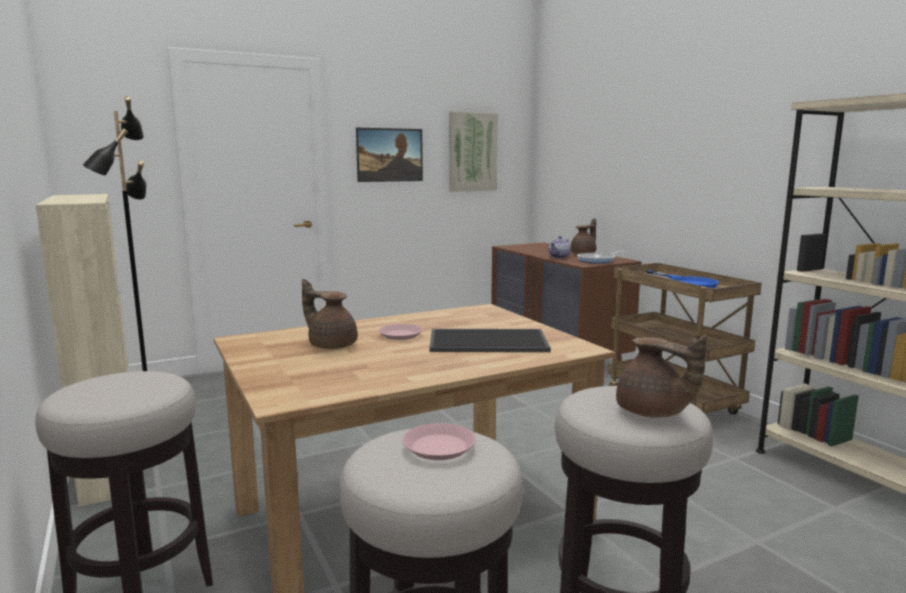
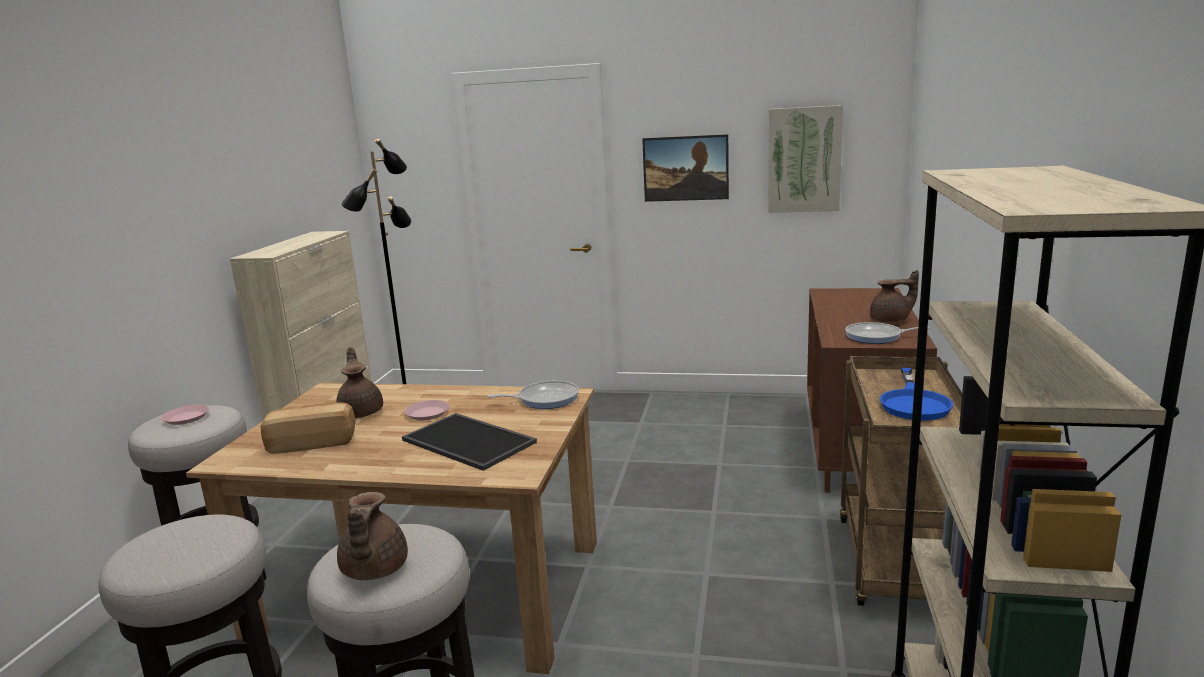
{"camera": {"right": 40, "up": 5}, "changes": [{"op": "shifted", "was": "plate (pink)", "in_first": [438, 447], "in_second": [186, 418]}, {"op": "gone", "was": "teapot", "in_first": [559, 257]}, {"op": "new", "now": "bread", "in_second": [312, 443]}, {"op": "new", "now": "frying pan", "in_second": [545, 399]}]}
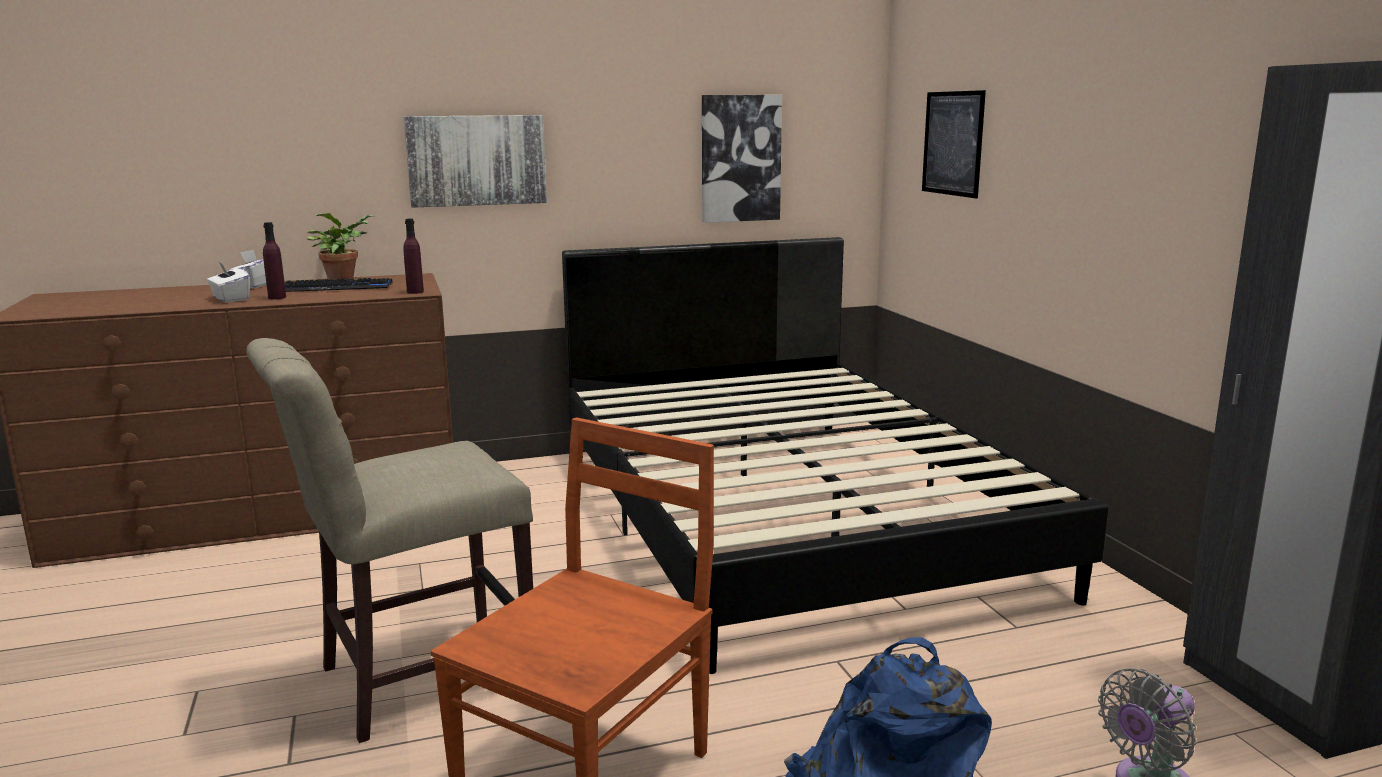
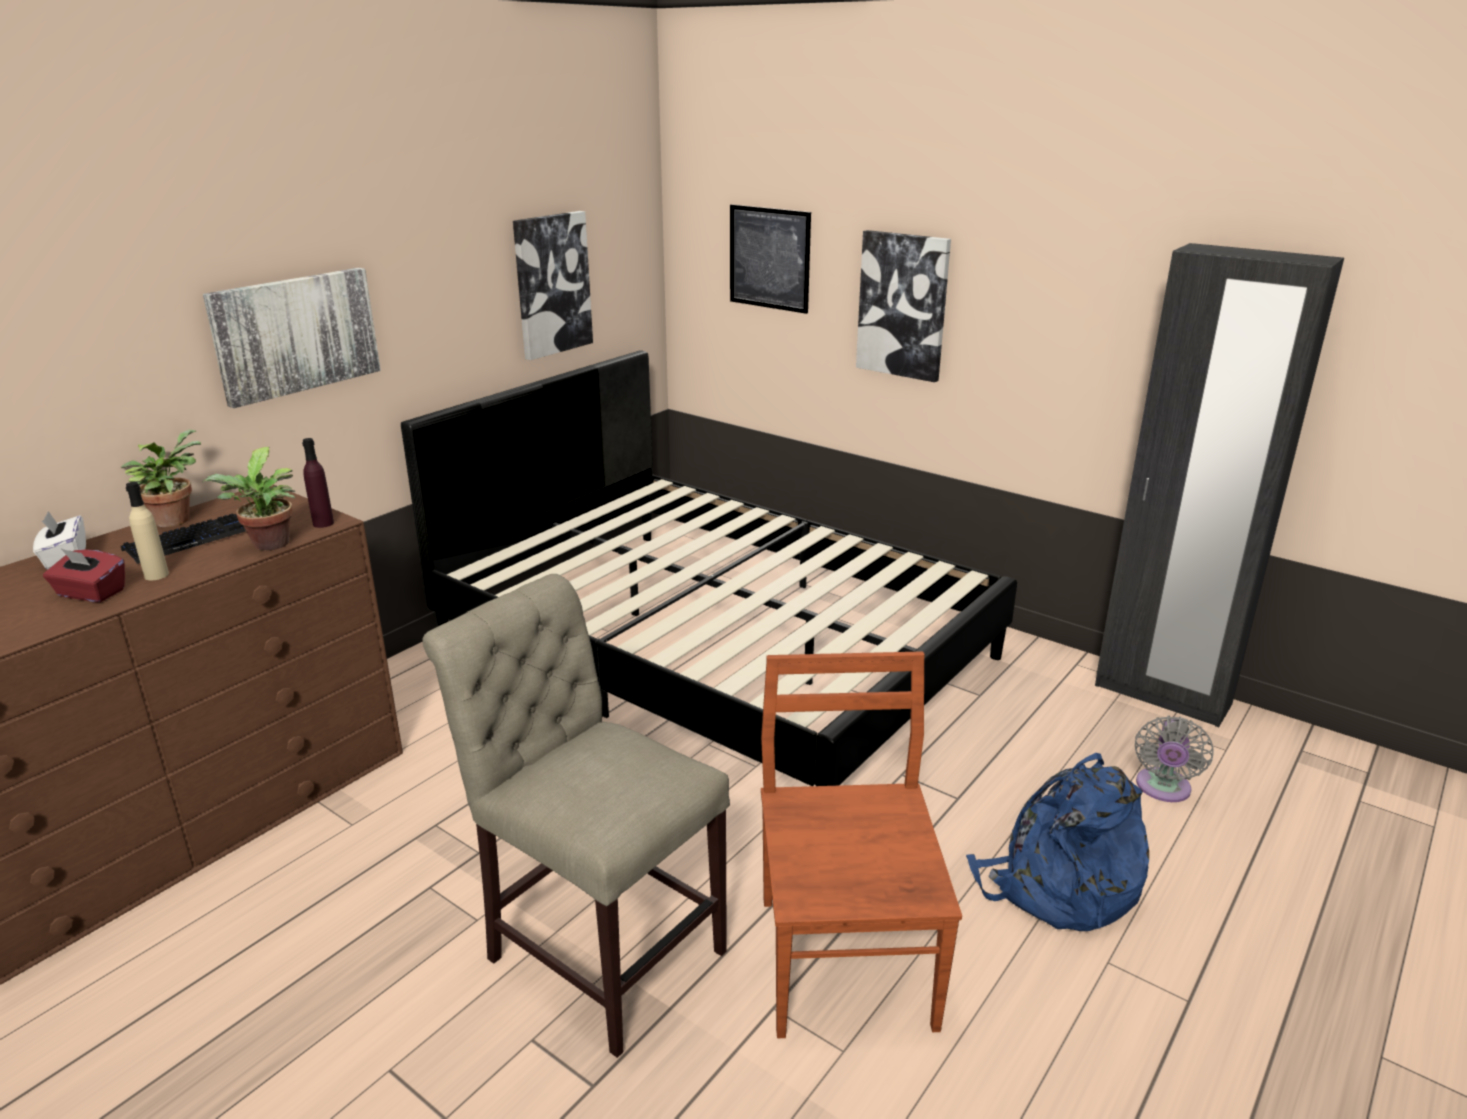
{"camera": {"right": -35, "up": 10}, "changes": [{"op": "repainted", "was": "tissue box (white)", "now": "tissue box (red)", "in_first": [230, 299], "in_second": [91, 593]}, {"op": "rotated", "was": "chair (beige)", "in_first": [414, 679], "in_second": [598, 947], "clockwise": 105}, {"op": "repainted", "was": "bottle (purple)", "now": "bottle (beige)", "in_first": [277, 297], "in_second": [156, 575]}, {"op": "new", "now": "potted plant", "in_second": [268, 546]}, {"op": "new", "now": "picture", "in_second": [903, 305]}]}
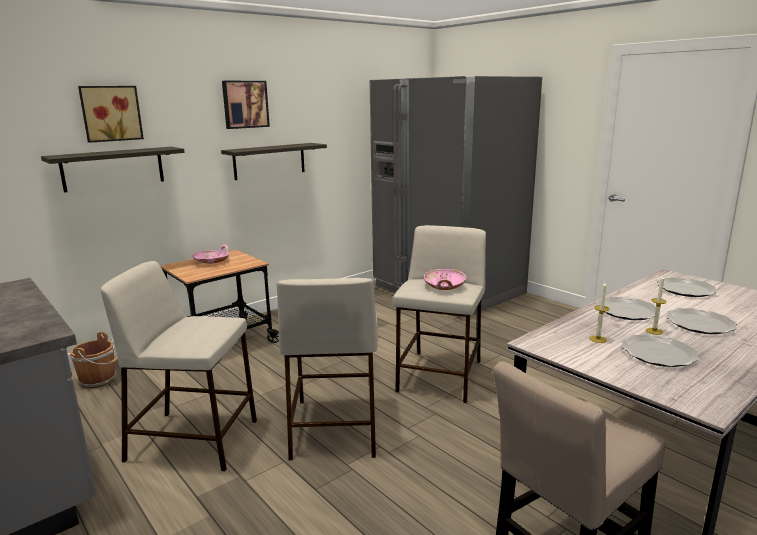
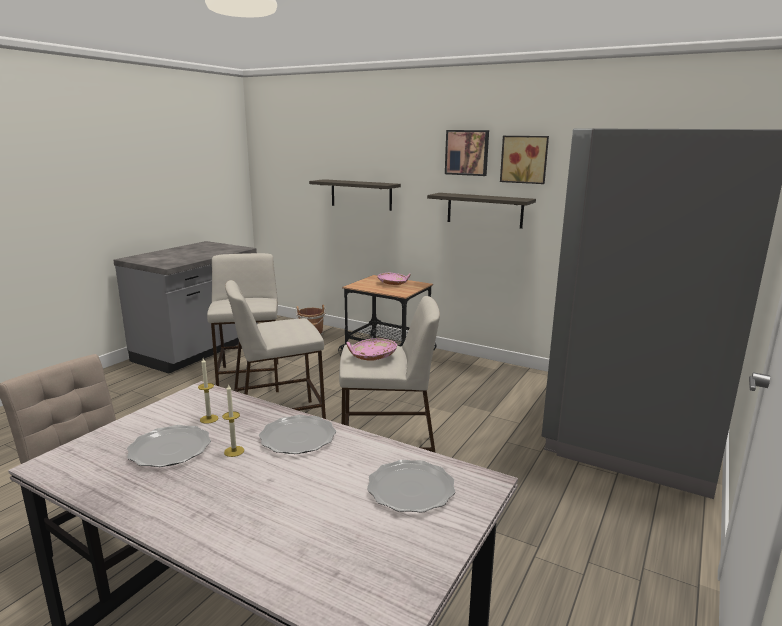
{"camera": {"right": 70, "up": 0}, "changes": [{"op": "shifted", "was": "picture", "in_first": [111, 113], "in_second": [524, 159]}, {"op": "gone", "was": "plate", "in_first": [700, 324]}]}
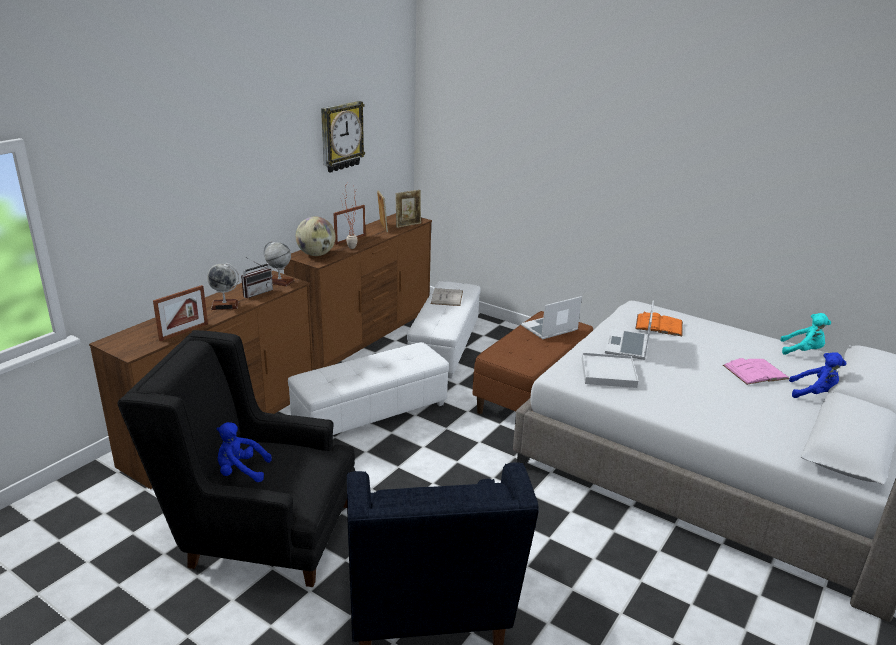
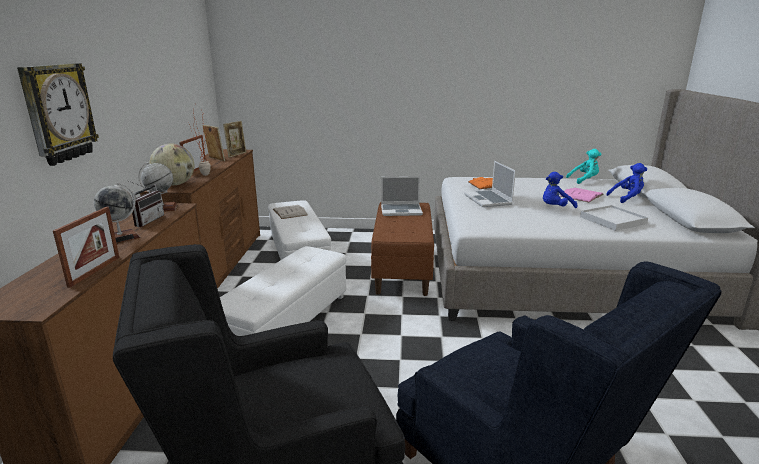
{"camera": {"right": -30, "up": -5}, "changes": [{"op": "shifted", "was": "plush toy (blue)", "in_first": [241, 471], "in_second": [555, 208]}, {"op": "shifted", "was": "wall clock", "in_first": [341, 136], "in_second": [58, 113]}, {"op": "rotated", "was": "laptop", "in_first": [549, 328], "in_second": [401, 210], "clockwise": -120}, {"op": "shifted", "was": "tray (white)", "in_first": [608, 373], "in_second": [612, 220]}]}
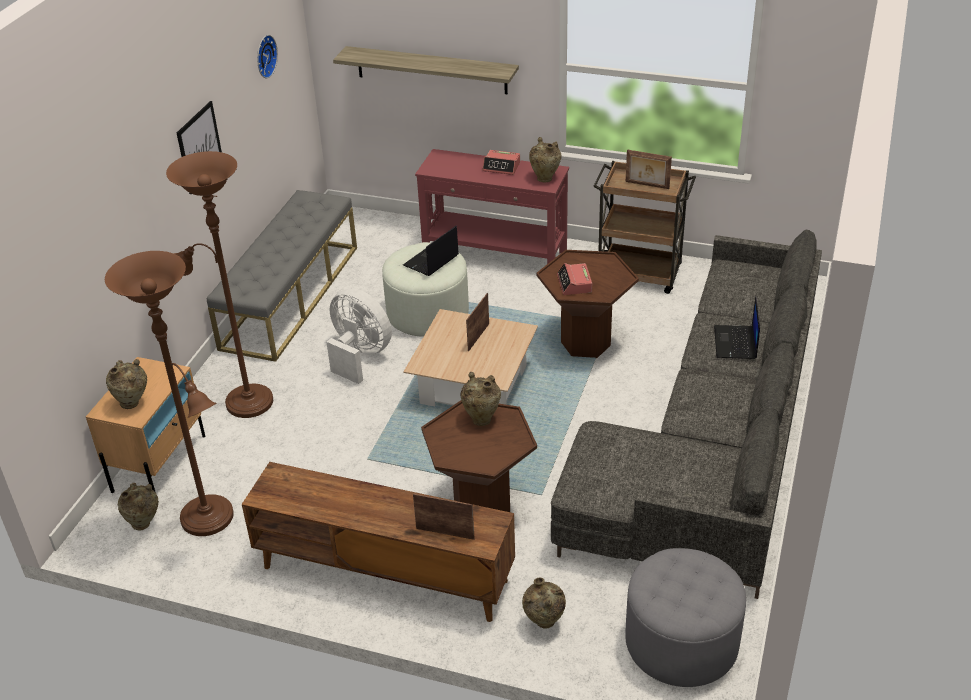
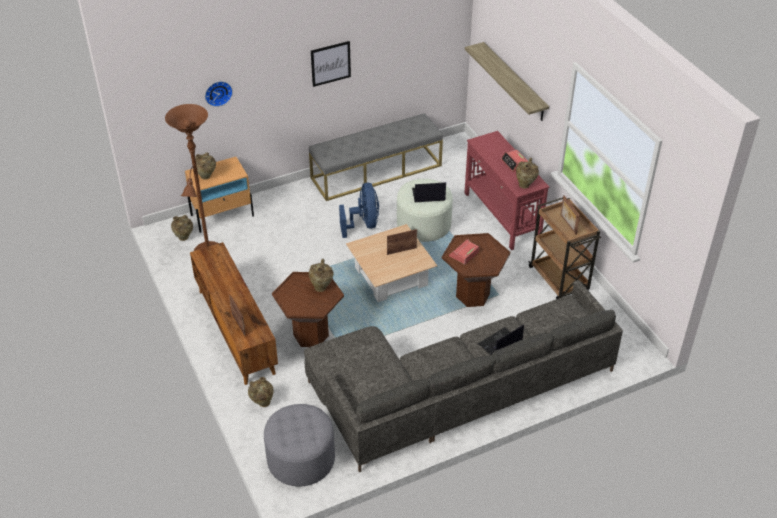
{"camera": {"right": 45, "up": 5}, "changes": [{"op": "gone", "was": "floor lamp (brown)", "in_first": [243, 401]}, {"op": "shifted", "was": "wall clock", "in_first": [264, 56], "in_second": [218, 92]}, {"op": "repainted", "was": "fan (white)", "now": "fan (blue)", "in_first": [359, 355], "in_second": [363, 224]}]}
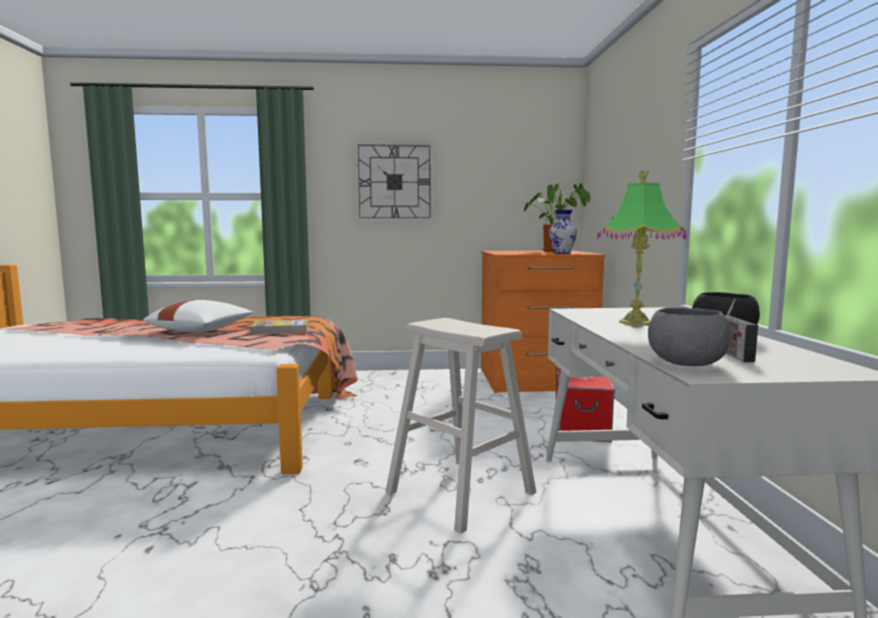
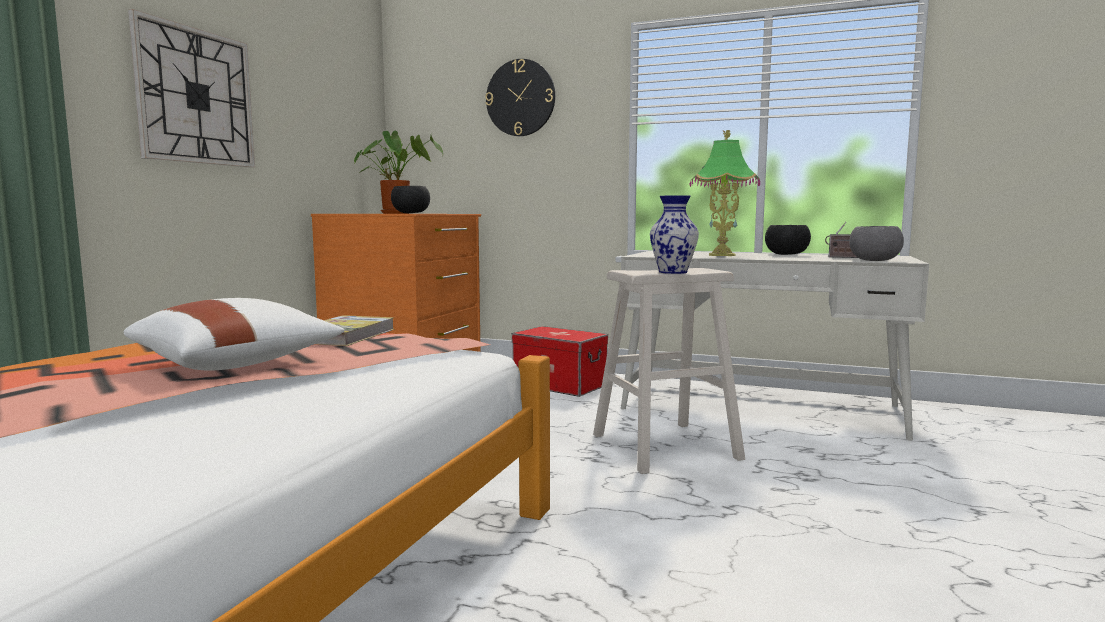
{"camera": {"right": -65, "up": 0}, "changes": [{"op": "shifted", "was": "vase", "in_first": [562, 253], "in_second": [673, 272]}, {"op": "new", "now": "bowl (black)", "in_second": [411, 213]}, {"op": "new", "now": "wall clock", "in_second": [520, 98]}]}
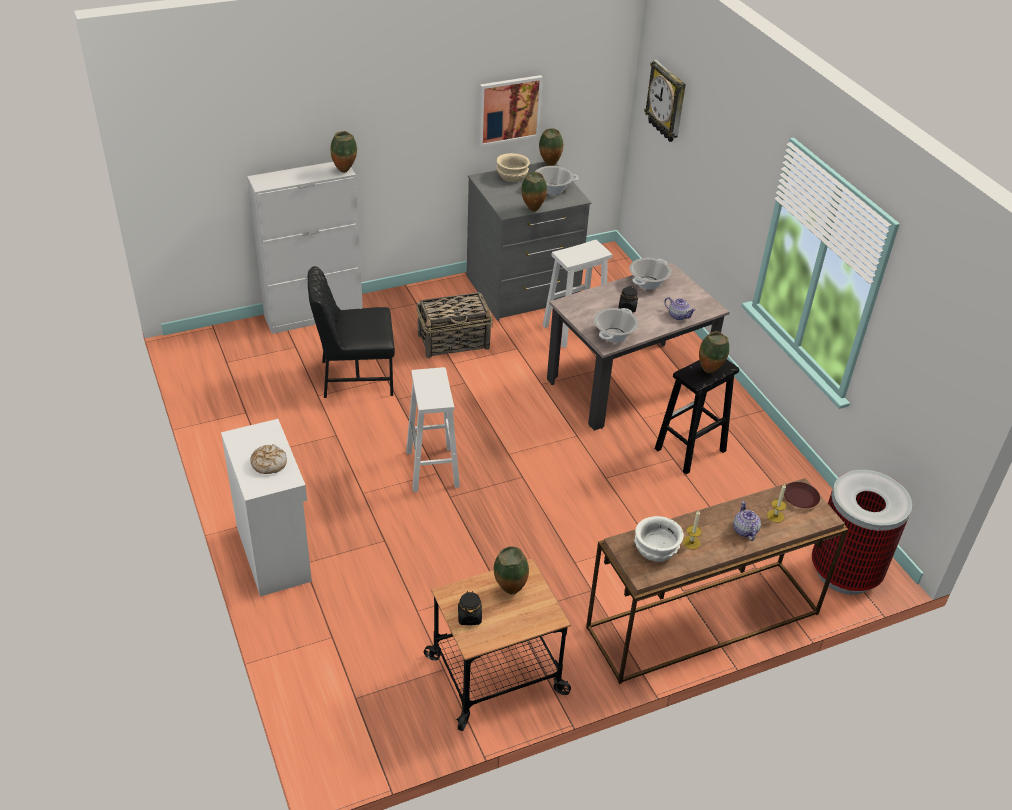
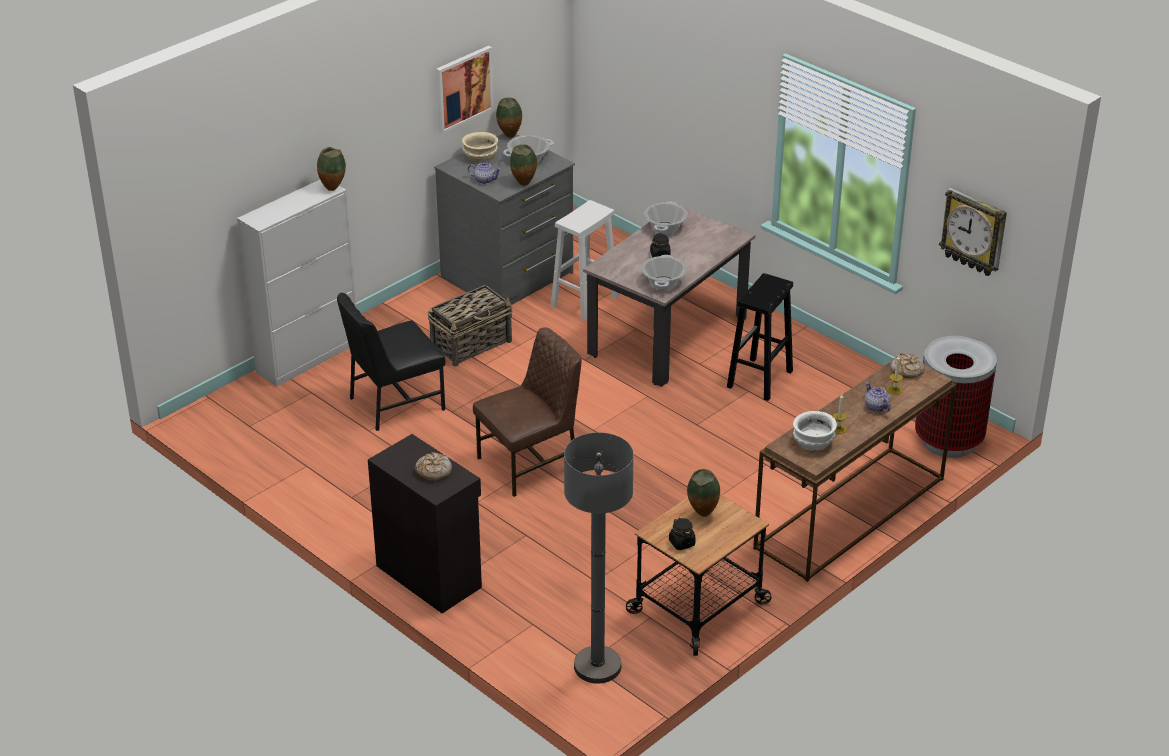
{"camera": {"right": -20, "up": -5}, "changes": [{"op": "repainted", "was": "cabinet (white)", "now": "cabinet (black)", "in_first": [275, 553], "in_second": [429, 575]}, {"op": "swapped", "was": "stool (white)", "now": "chair (brown)", "in_first": [433, 470], "in_second": [530, 463]}, {"op": "shifted", "was": "wall clock", "in_first": [667, 102], "in_second": [974, 232]}, {"op": "shifted", "was": "teapot", "in_first": [678, 315], "in_second": [484, 180]}, {"op": "gone", "was": "vase", "in_first": [710, 371]}, {"op": "swapped", "was": "plate (brown)", "now": "bread", "in_first": [800, 498], "in_second": [906, 370]}, {"op": "new", "now": "floor lamp (grey)", "in_second": [597, 666]}]}
